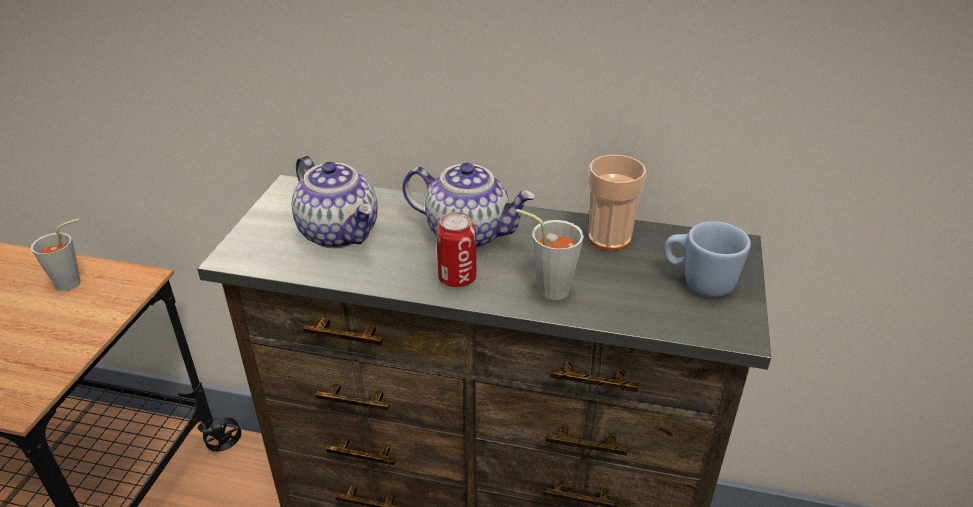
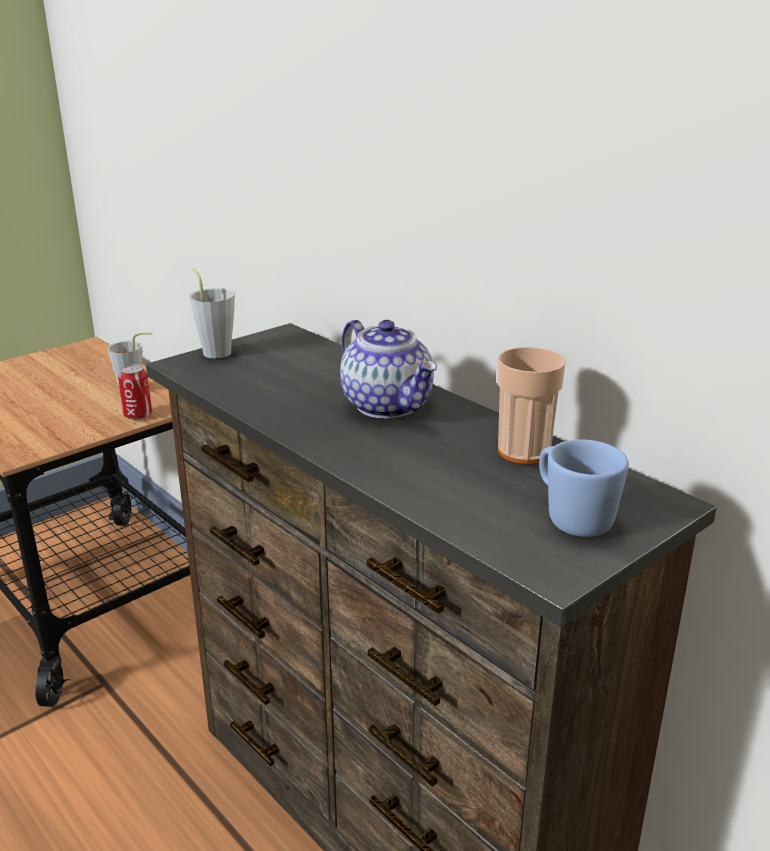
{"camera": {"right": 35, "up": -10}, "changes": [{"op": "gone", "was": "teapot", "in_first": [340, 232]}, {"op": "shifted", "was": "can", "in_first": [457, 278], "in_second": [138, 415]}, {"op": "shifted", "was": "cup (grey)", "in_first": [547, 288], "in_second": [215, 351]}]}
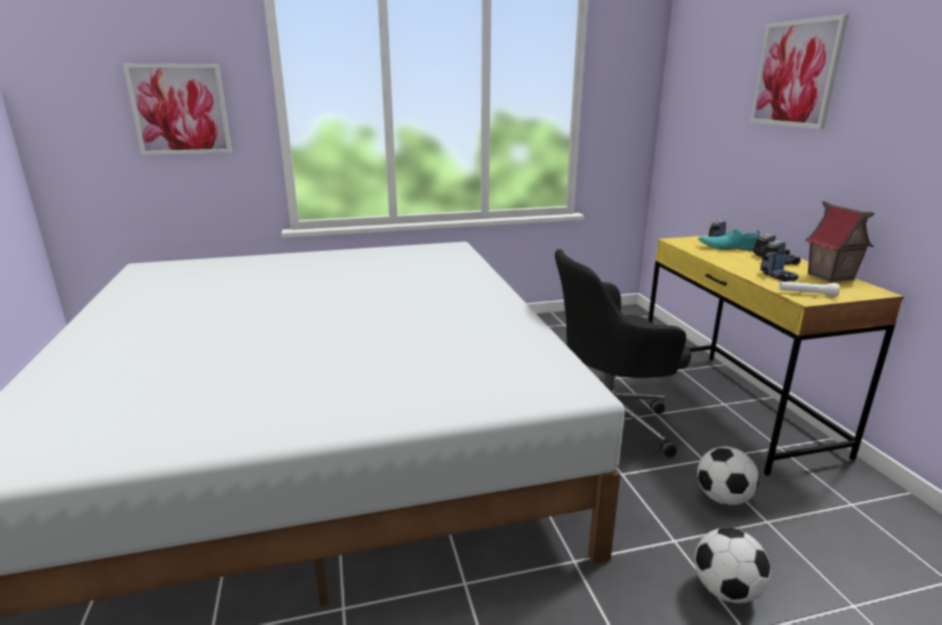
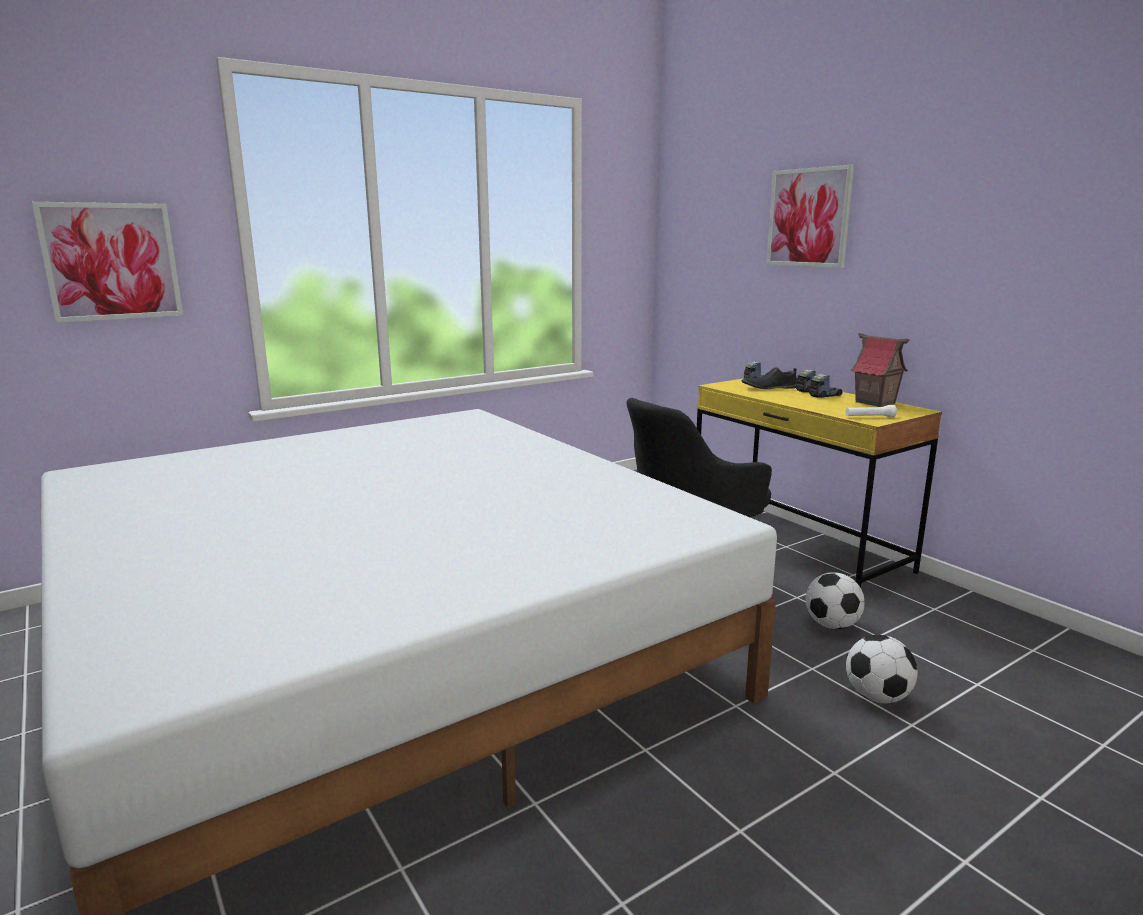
{"camera": {"right": -20, "up": -5}, "changes": [{"op": "repainted", "was": "shoe (turquoise)", "now": "shoe (black)", "in_first": [727, 248], "in_second": [769, 387]}, {"op": "gone", "was": "toy truck", "in_first": [778, 276]}]}
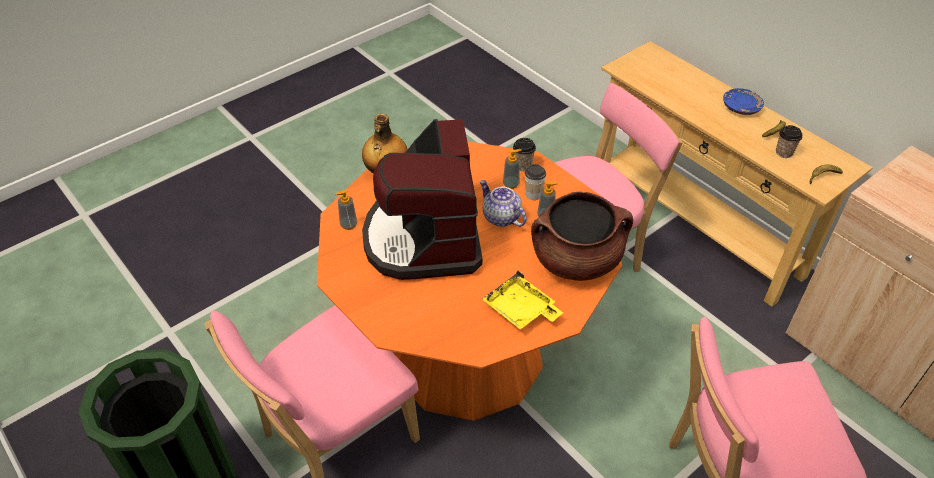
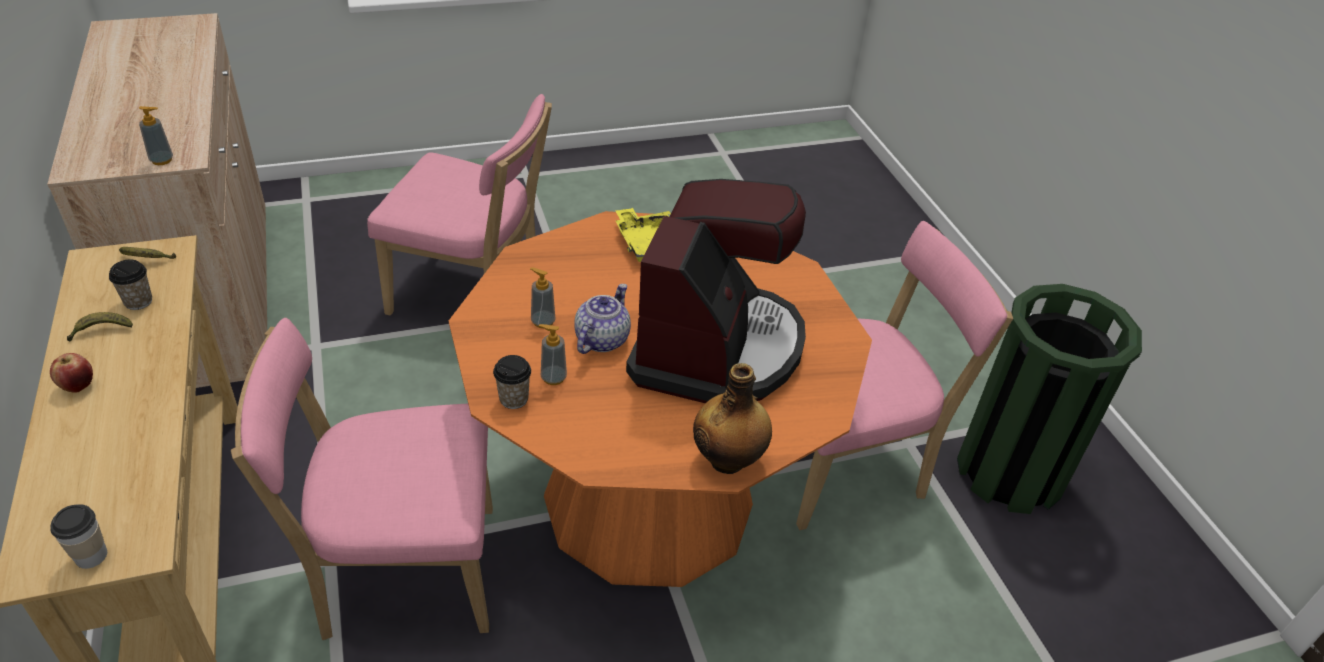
{"camera": {"right": -160, "up": -5}, "changes": [{"op": "shifted", "was": "soap dispenser", "in_first": [348, 224], "in_second": [162, 160]}, {"op": "rotated", "was": "teapot", "in_first": [501, 217], "in_second": [601, 339], "clockwise": -135}, {"op": "shifted", "was": "cup", "in_first": [533, 194], "in_second": [91, 556]}, {"op": "gone", "was": "cooking pot (brown)", "in_first": [576, 260]}, {"op": "swapped", "was": "plate (blue)", "now": "apple", "in_first": [741, 107], "in_second": [78, 386]}]}
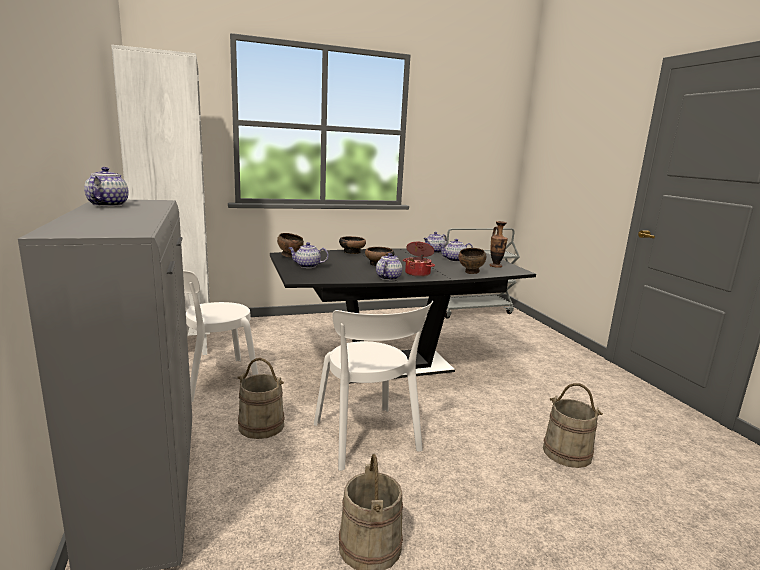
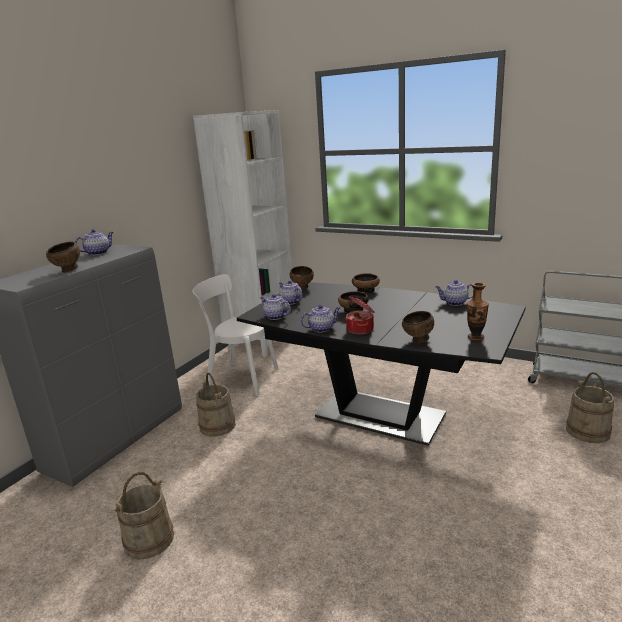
{"camera": {"right": 50, "up": 5}, "changes": [{"op": "gone", "was": "chair (white)", "in_first": [368, 439]}, {"op": "shifted", "was": "teapot", "in_first": [454, 260], "in_second": [275, 316]}, {"op": "shifted", "was": "bucket (beige)", "in_first": [567, 452], "in_second": [588, 431]}, {"op": "new", "now": "bowl (brown)", "in_second": [68, 271]}]}
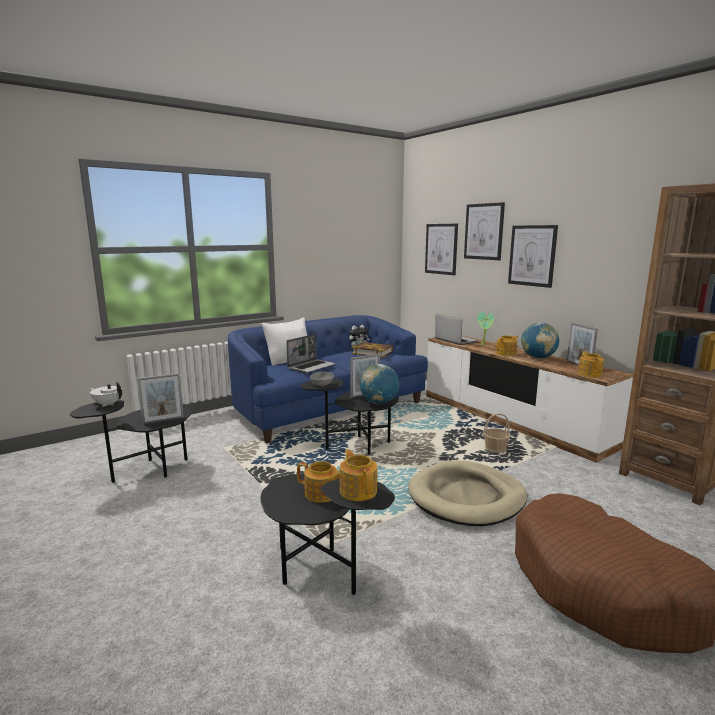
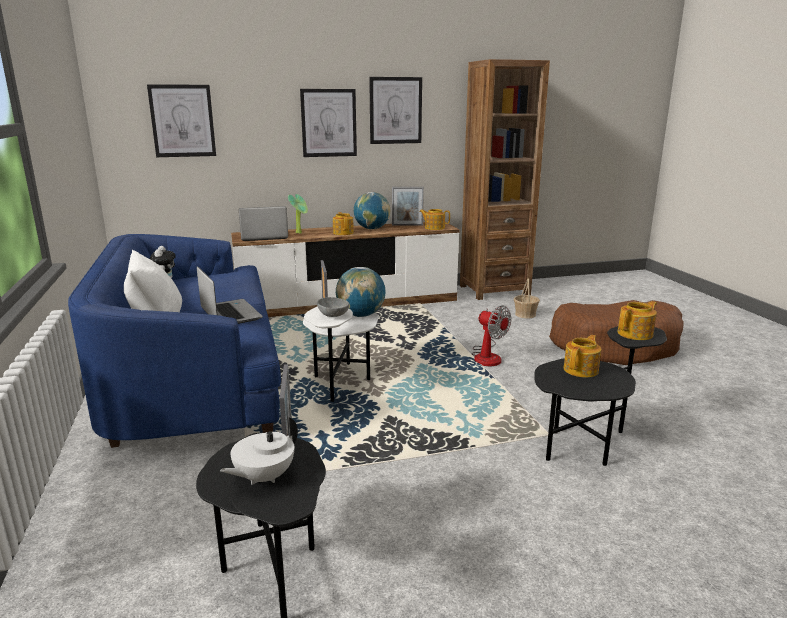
{"camera": {"right": -70, "up": 5}, "changes": [{"op": "repainted", "was": "side table (black)", "now": "side table (white)", "in_first": [354, 447], "in_second": [340, 384]}, {"op": "rotated", "was": "teapot", "in_first": [358, 490], "in_second": [636, 334], "clockwise": 150}, {"op": "gone", "was": "book", "in_first": [372, 353]}, {"op": "swapped", "was": "dog bed (beige)", "now": "fan", "in_first": [467, 497], "in_second": [487, 356]}, {"op": "shifted", "was": "picture", "in_first": [484, 231], "in_second": [395, 110]}, {"op": "shifted", "was": "basket", "in_first": [495, 449], "in_second": [525, 314]}]}
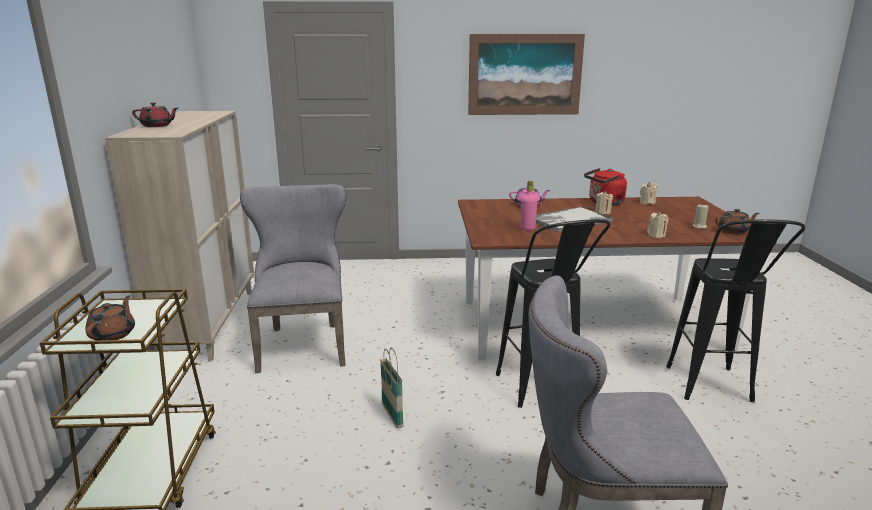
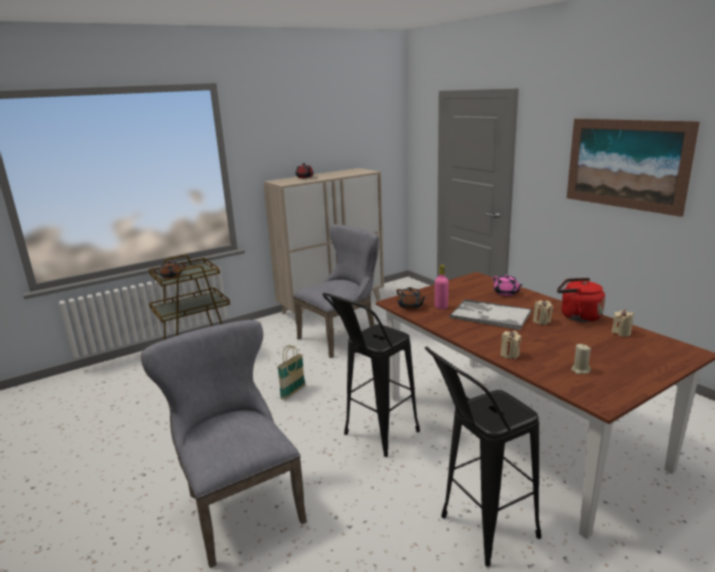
{"camera": {"right": 60, "up": 0}, "changes": [{"op": "shifted", "was": "teapot (brown)", "in_first": [734, 231], "in_second": [410, 306]}]}
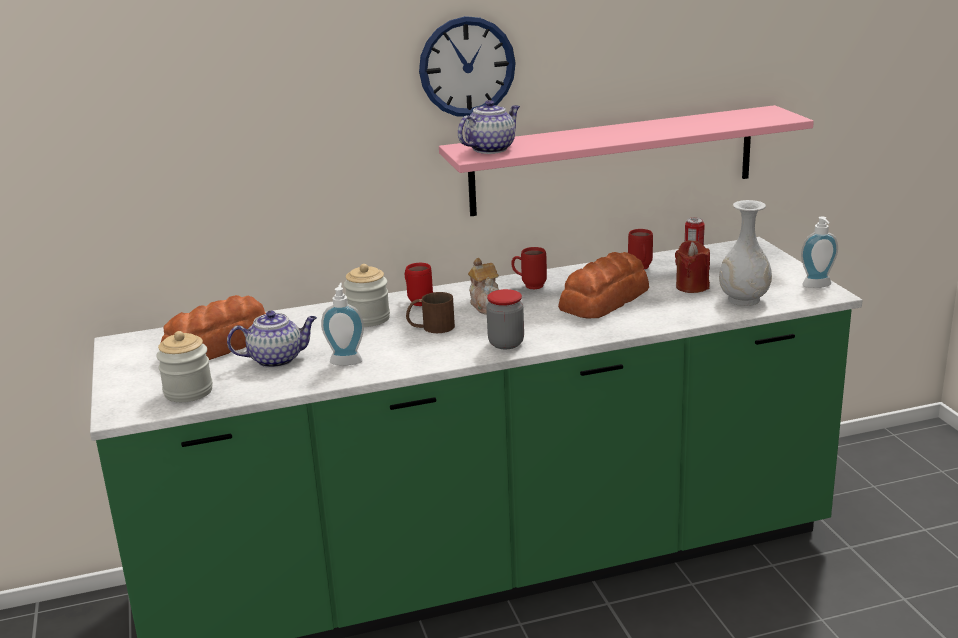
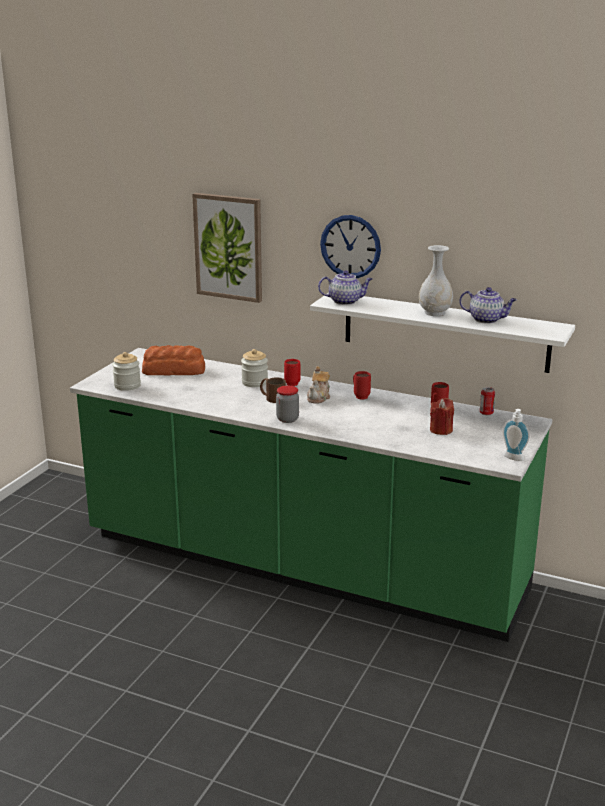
{"camera": {"right": 40, "up": 0}, "changes": [{"op": "shifted", "was": "teapot", "in_first": [277, 359], "in_second": [487, 320]}, {"op": "gone", "was": "soap dispenser", "in_first": [346, 360]}, {"op": "repainted", "was": "shelf (pink)", "now": "shelf (white)", "in_first": [613, 160], "in_second": [445, 331]}, {"op": "gone", "was": "bread", "in_first": [605, 300]}, {"op": "shifted", "was": "vase (white)", "in_first": [744, 299], "in_second": [435, 313]}, {"op": "new", "now": "picture", "in_second": [229, 247]}]}
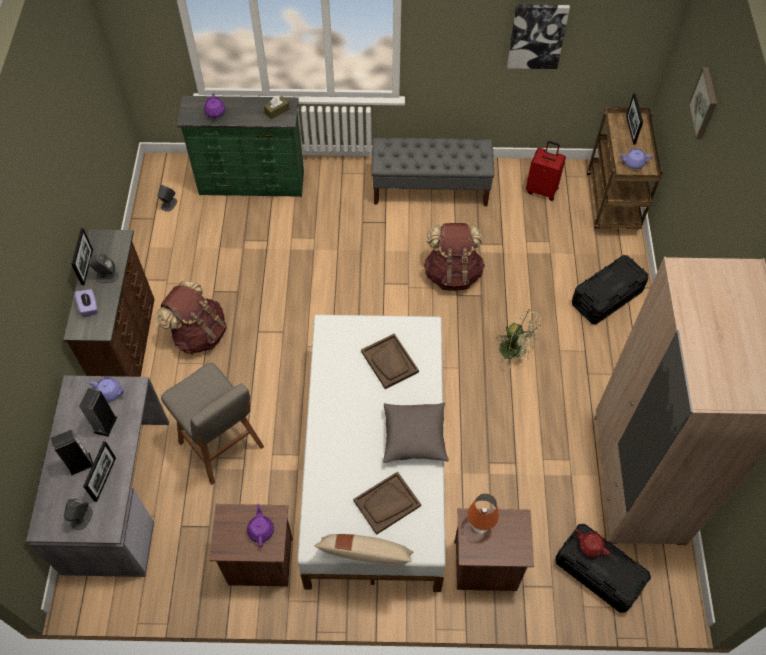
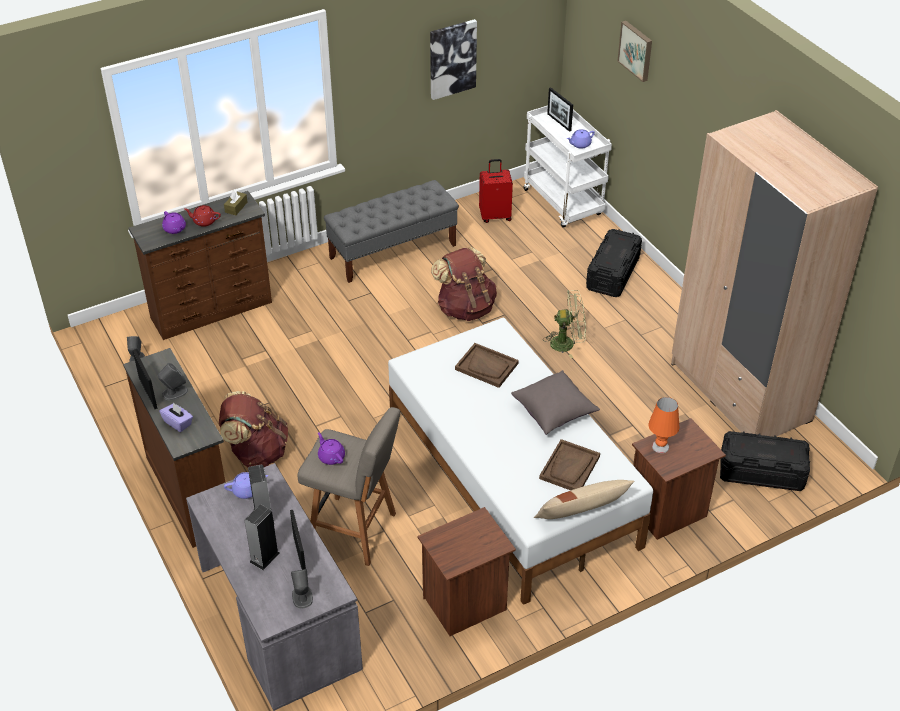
{"camera": {"right": -30, "up": -15}, "changes": [{"op": "repainted", "was": "dresser (green)", "now": "dresser (brown)", "in_first": [252, 184], "in_second": [213, 311]}, {"op": "shifted", "was": "teapot (purple)", "in_first": [261, 530], "in_second": [331, 456]}, {"op": "shifted", "was": "teapot (red)", "in_first": [590, 546], "in_second": [204, 221]}, {"op": "repainted", "was": "cart (brown)", "now": "cart (white)", "in_first": [613, 203], "in_second": [564, 203]}]}
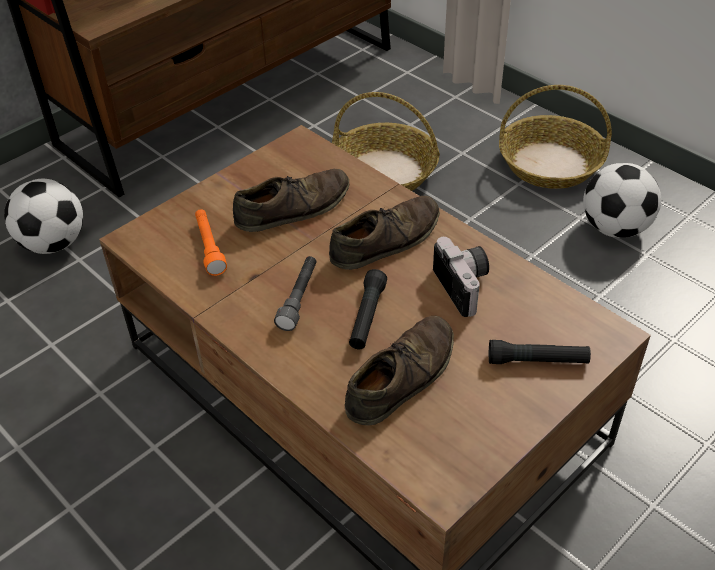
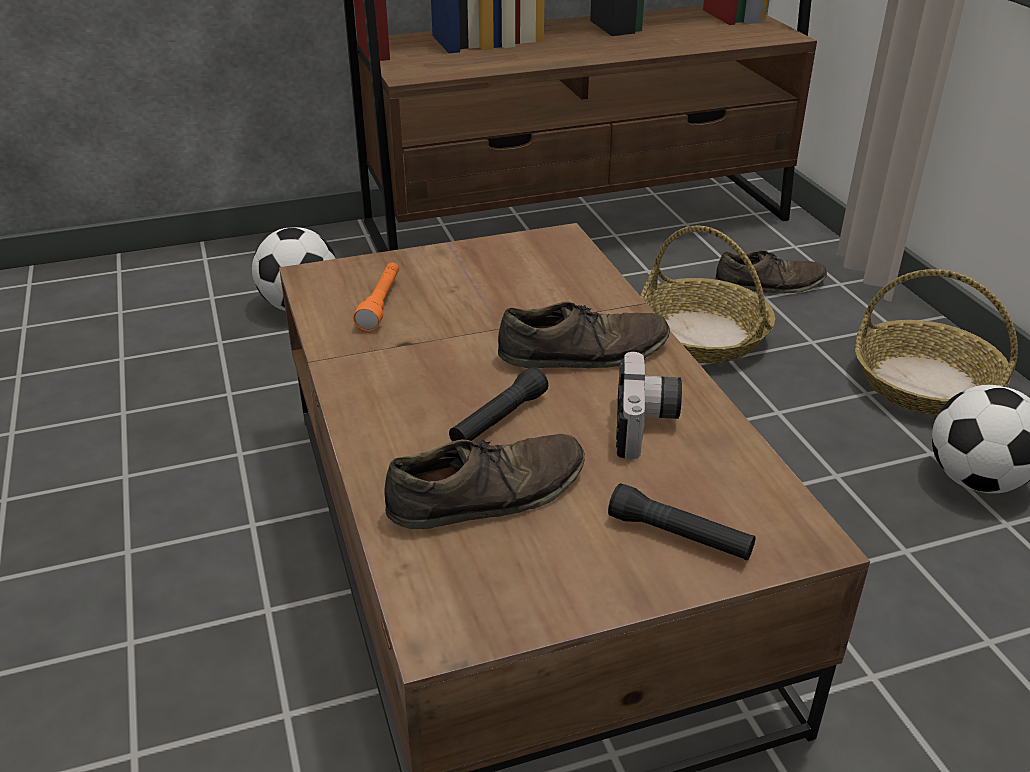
{"camera": {"right": 25, "up": -10}, "changes": [{"op": "shifted", "was": "shoe (brown)", "in_first": [293, 208], "in_second": [769, 284]}, {"op": "gone", "was": "flashlight (grey)", "in_first": [299, 298]}]}
